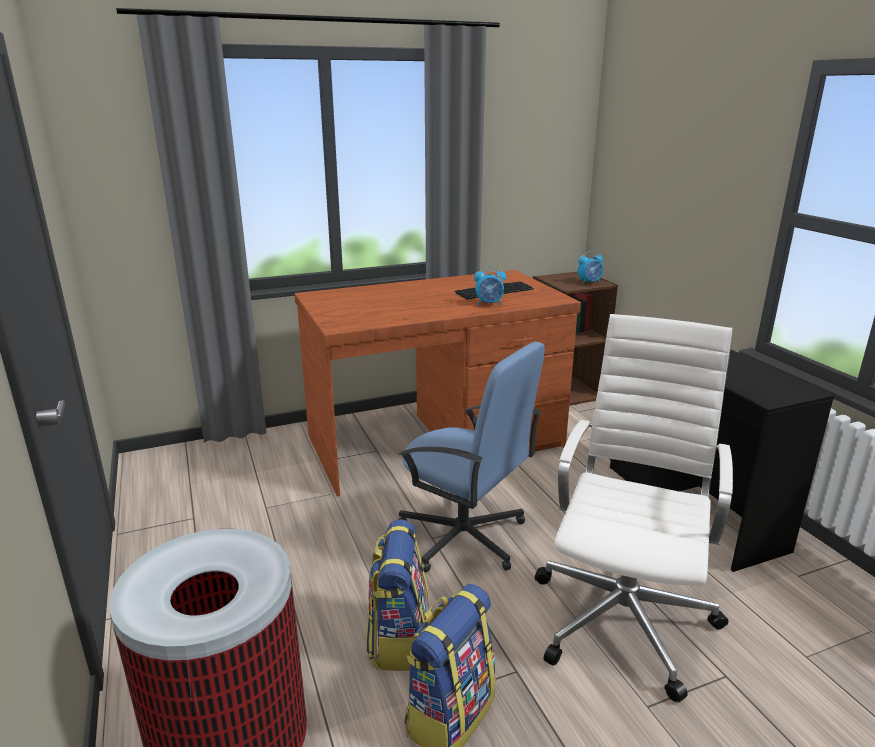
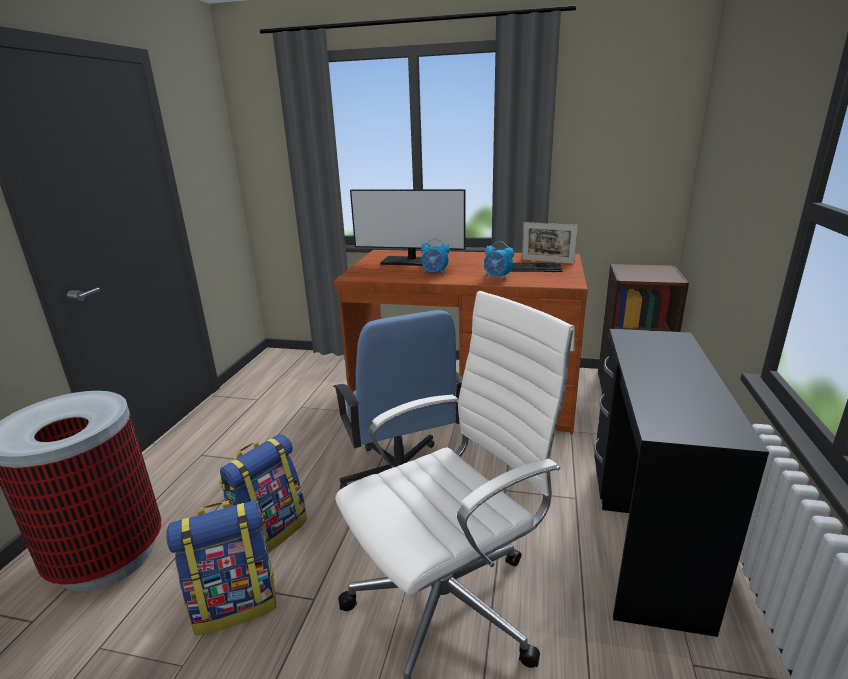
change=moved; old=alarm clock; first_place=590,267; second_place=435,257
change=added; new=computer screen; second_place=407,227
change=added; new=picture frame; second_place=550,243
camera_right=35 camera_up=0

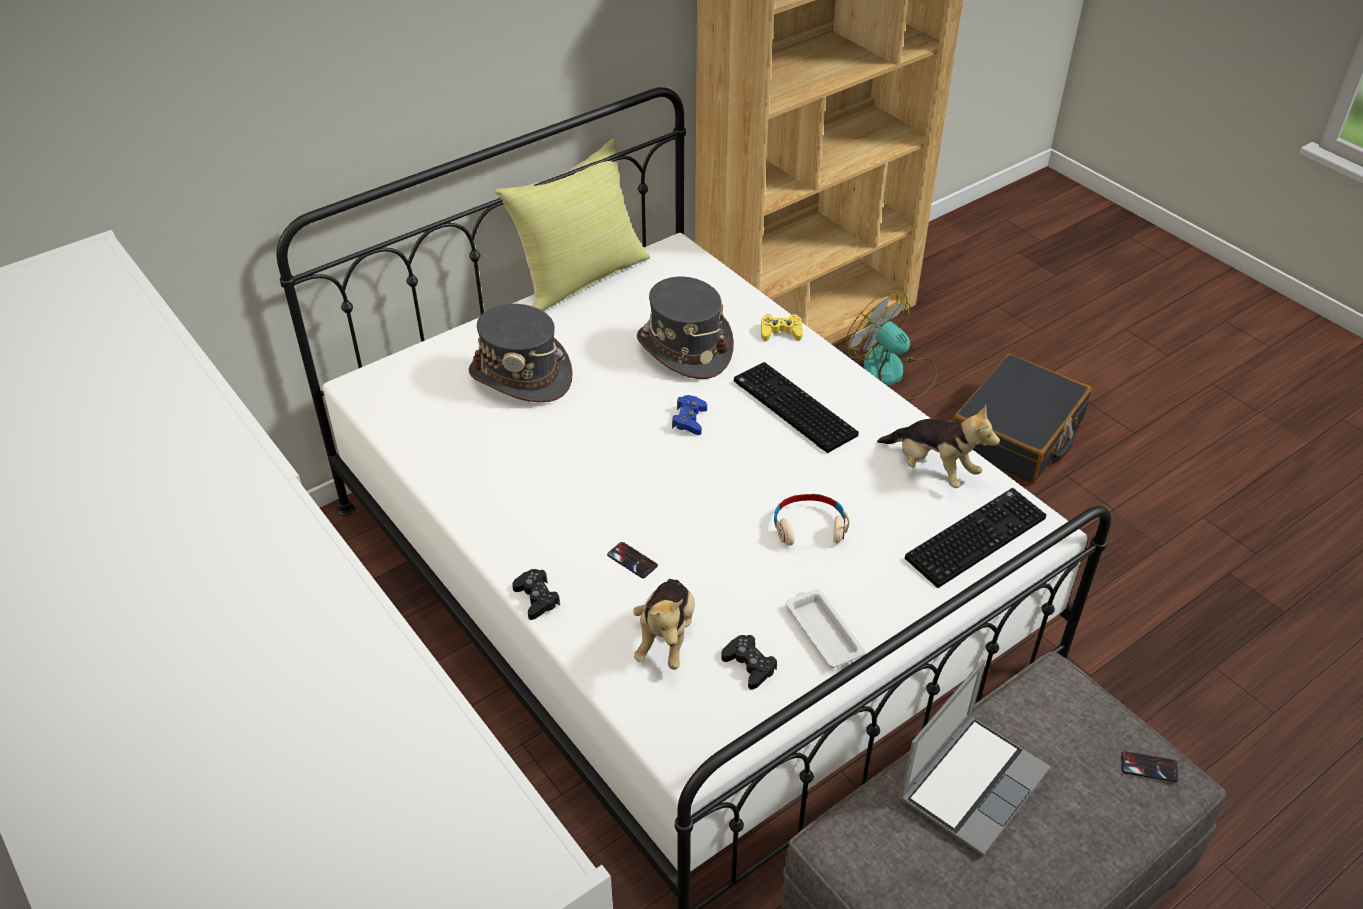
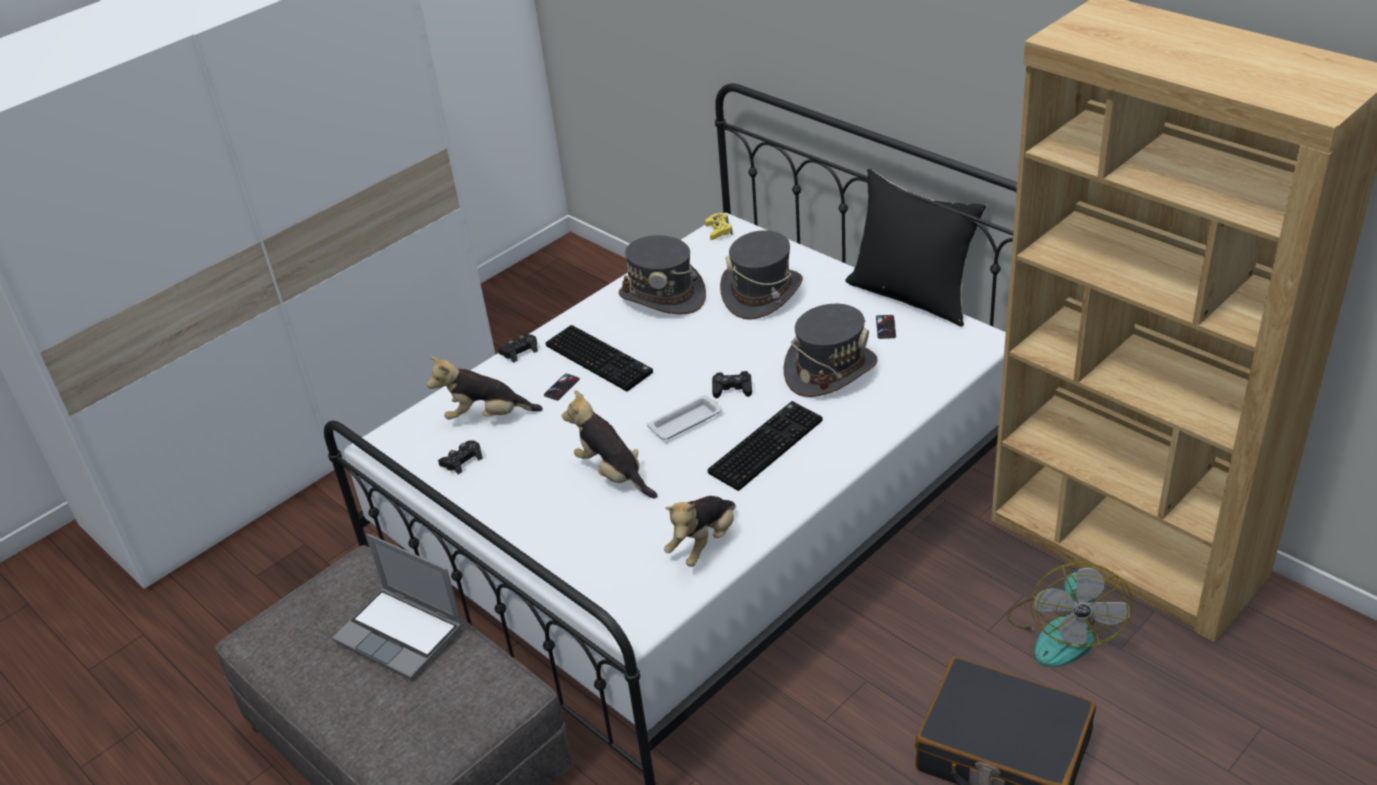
change=recoloured; old=pillow (yellow); new=pillow (black); first_place=573,225; second_place=915,248
change=turned; old=fan; first_place=891,345; second_place=1070,614; degrees=150
change=moved; old=game controller (yellow); first_place=782,327; second_place=719,226
change=recoloured; old=game controller (bluish); new=game controller (black); first_place=689,415; second_place=732,384
change=moved; old=computer keyboard; first_place=975,538; second_place=599,358
change=replaced; old=headset (sand-coloured); new=cuddly toy; first_place=812,519; second_place=610,444
change=moved; old=serving tray (white); first_place=825,628; second_place=684,417
change=moved; old=handset; first_place=1150,766; second_place=886,327
change=added; new=clothing hat (gray); second_place=662,274
camera_right=85 camera_up=-5

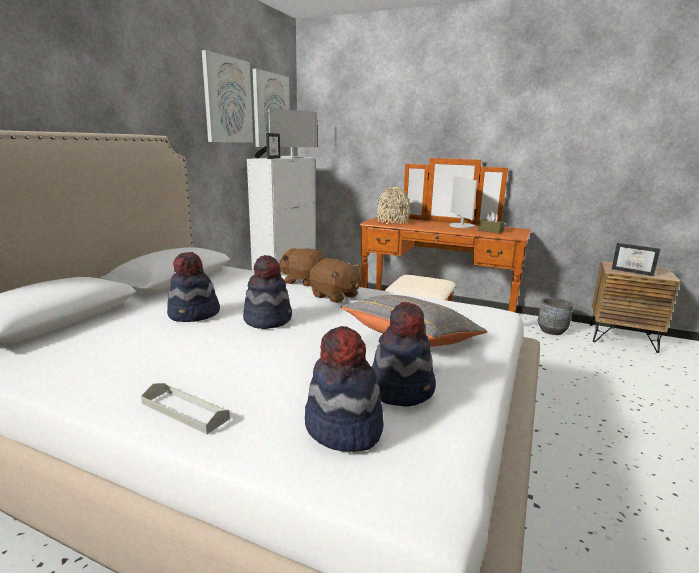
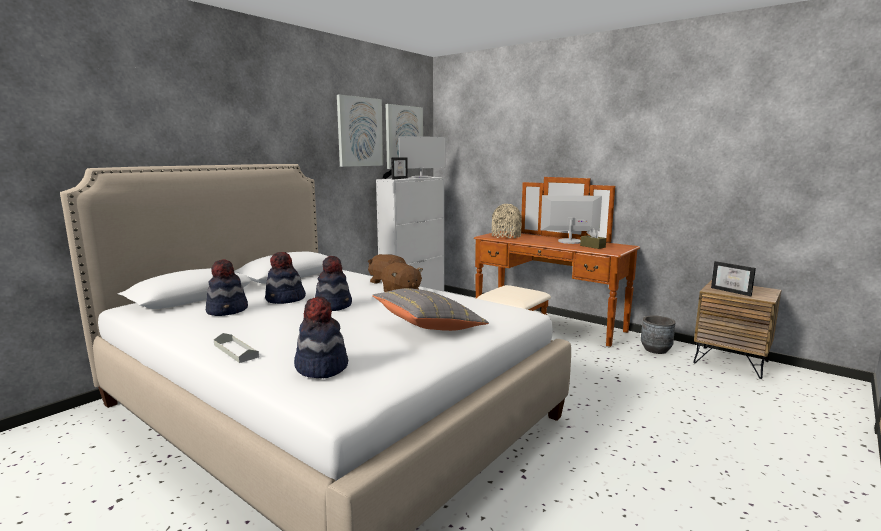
change=turned; old=computer screen; first_place=463,202; second_place=571,219; degrees=90
change=moved; old=clothing hat; first_place=404,354; second_place=227,287
camera_right=15 camera_up=-5

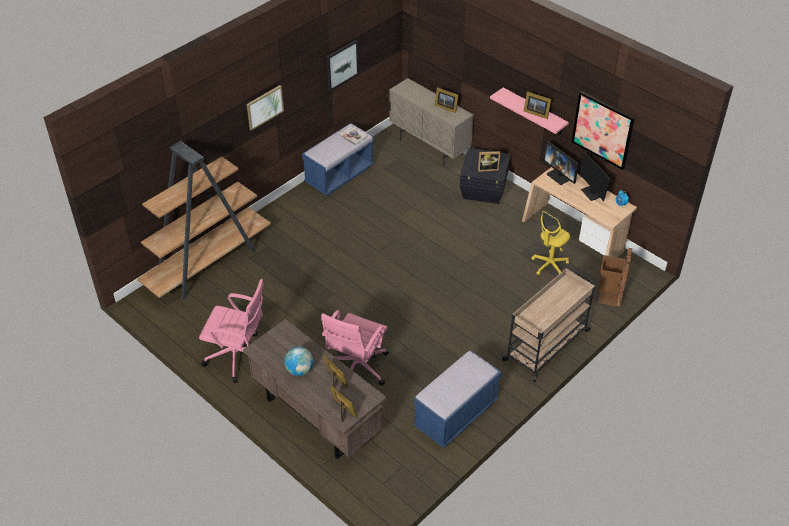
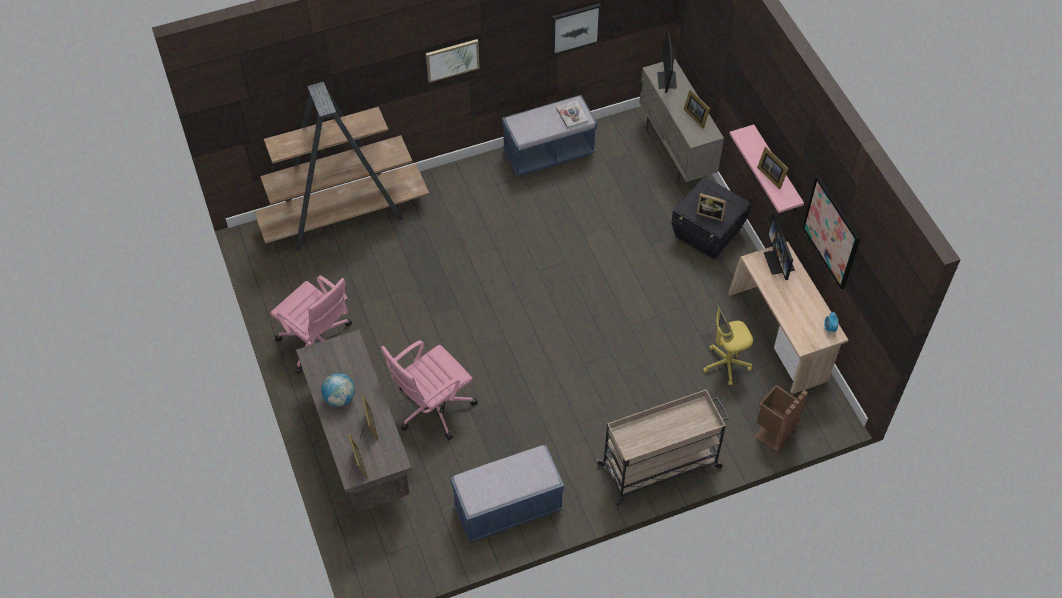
change=moved; old=computer screen; first_place=594,176; second_place=667,62
camera_right=25 camera_up=10

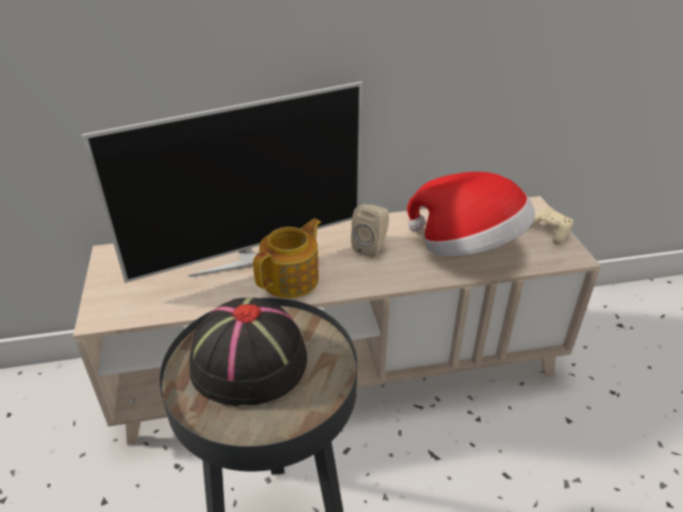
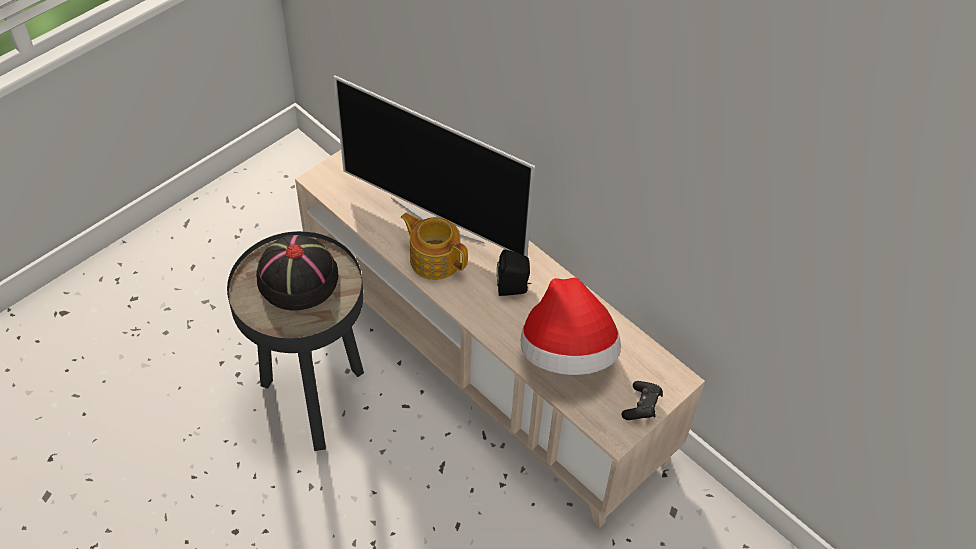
change=recoloured; old=speaker (sand-coloured); new=speaker (black); first_place=370,231; second_place=514,273
change=recoloured; old=game controller (sand-coloured); new=game controller (black); first_place=552,226; second_place=642,400
change=turned; old=tea pot; first_place=287,258; second_place=434,246; degrees=-150
camera_right=55 camera_up=15

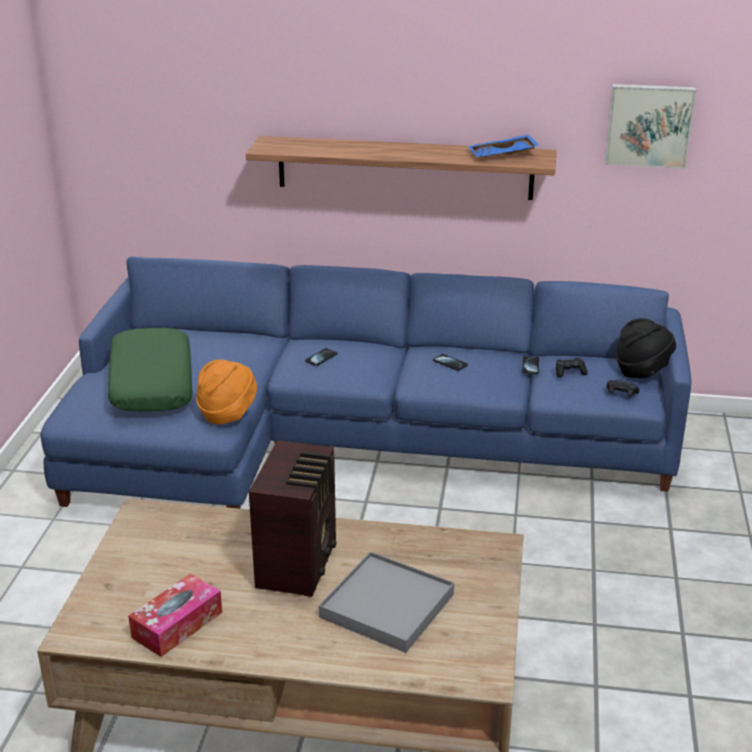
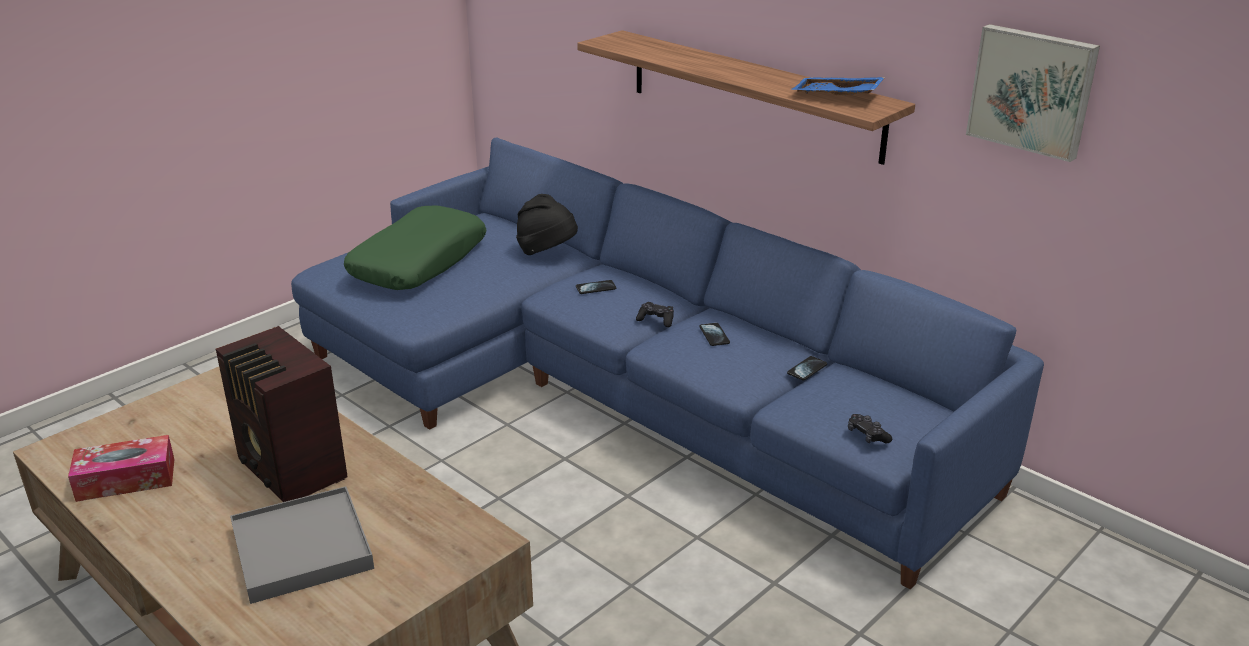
change=moved; old=clothing hat (black); first_place=646,348; second_place=547,224
change=moved; old=game controller (black); first_place=572,368; second_place=655,314
change=removed; old=clothing hat (orangey); first_place=226,392
change=turned; old=radio; first_place=292,518; second_place=281,414; degrees=90
camera_right=35 camera_up=0

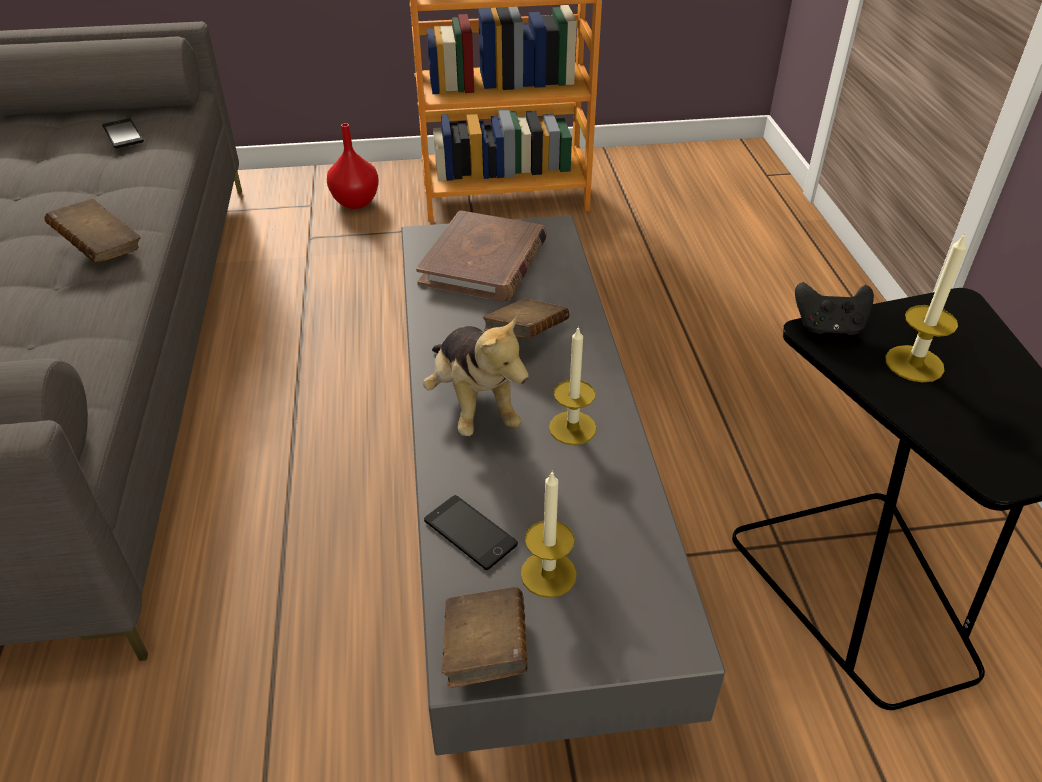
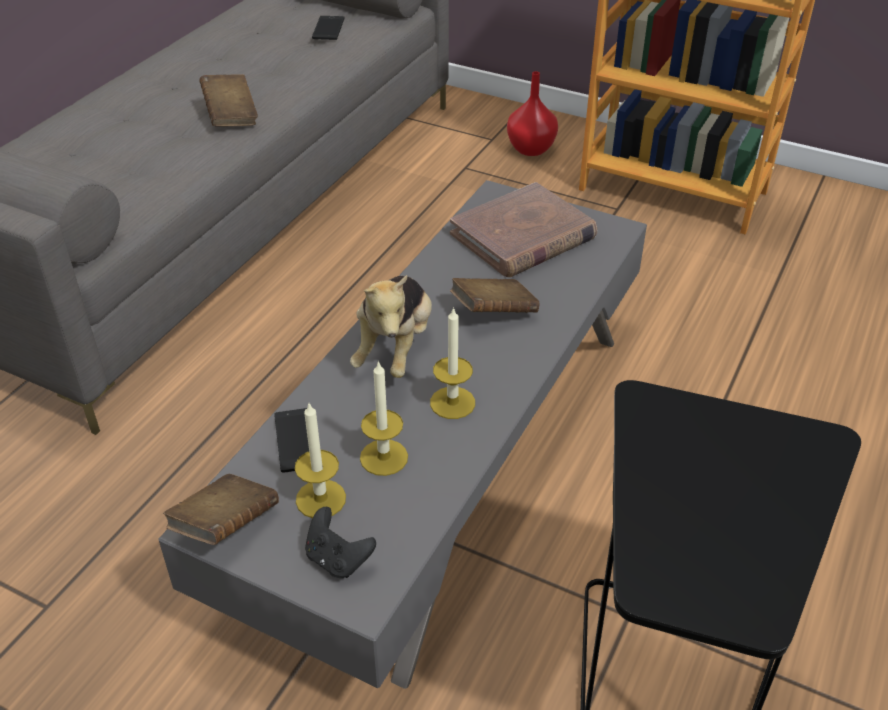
change=moved; old=candle; first_place=926,308; second_place=384,418
change=moved; old=game controller (black); first_place=834,309; second_place=340,542
camera_right=35 camera_up=0

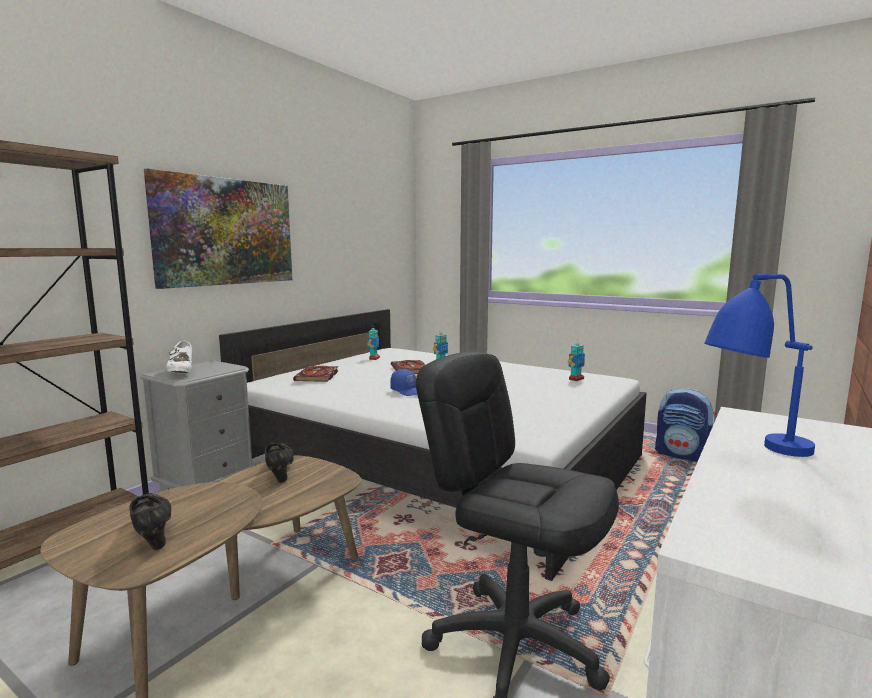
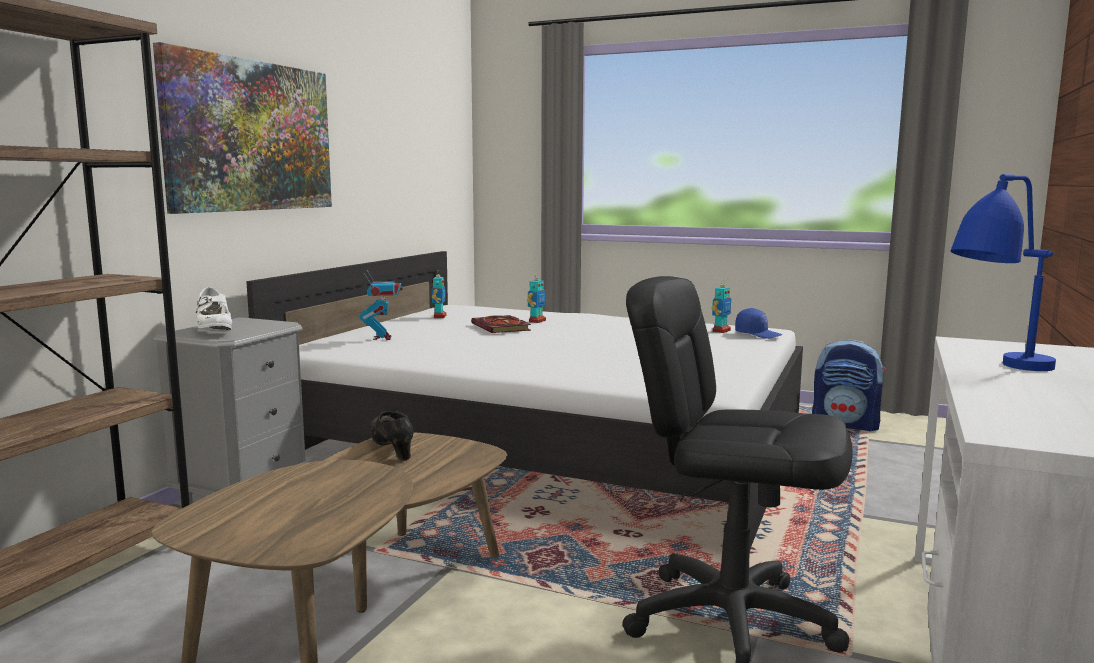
change=replaced; old=volume; new=toy robot; first_place=316,374; second_place=381,305
change=moved; old=cap (bluish); first_place=403,382; second_place=758,323
change=removed; old=item of footwear (black); first_place=150,521
camera_right=-10 camera_up=0

